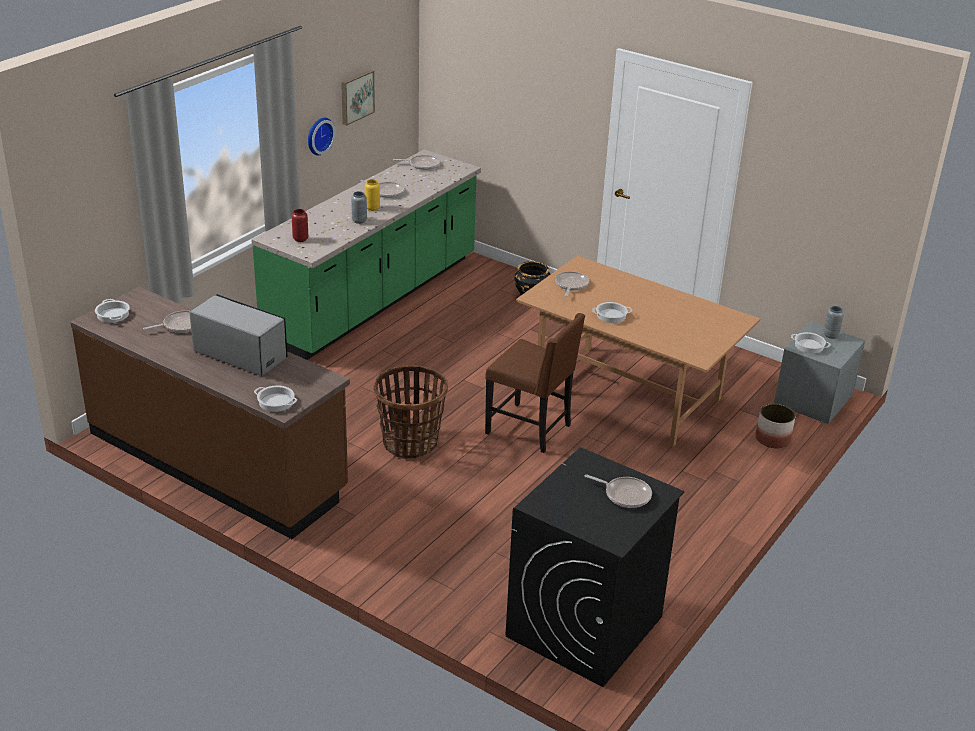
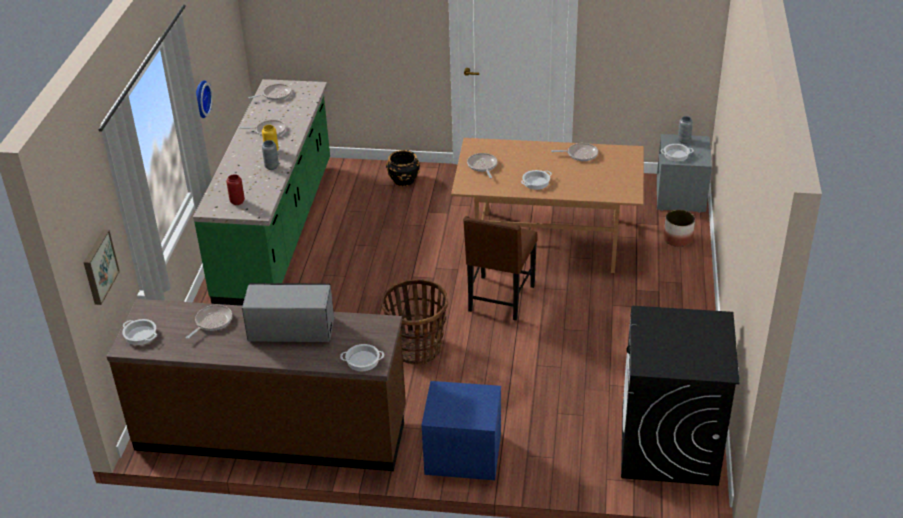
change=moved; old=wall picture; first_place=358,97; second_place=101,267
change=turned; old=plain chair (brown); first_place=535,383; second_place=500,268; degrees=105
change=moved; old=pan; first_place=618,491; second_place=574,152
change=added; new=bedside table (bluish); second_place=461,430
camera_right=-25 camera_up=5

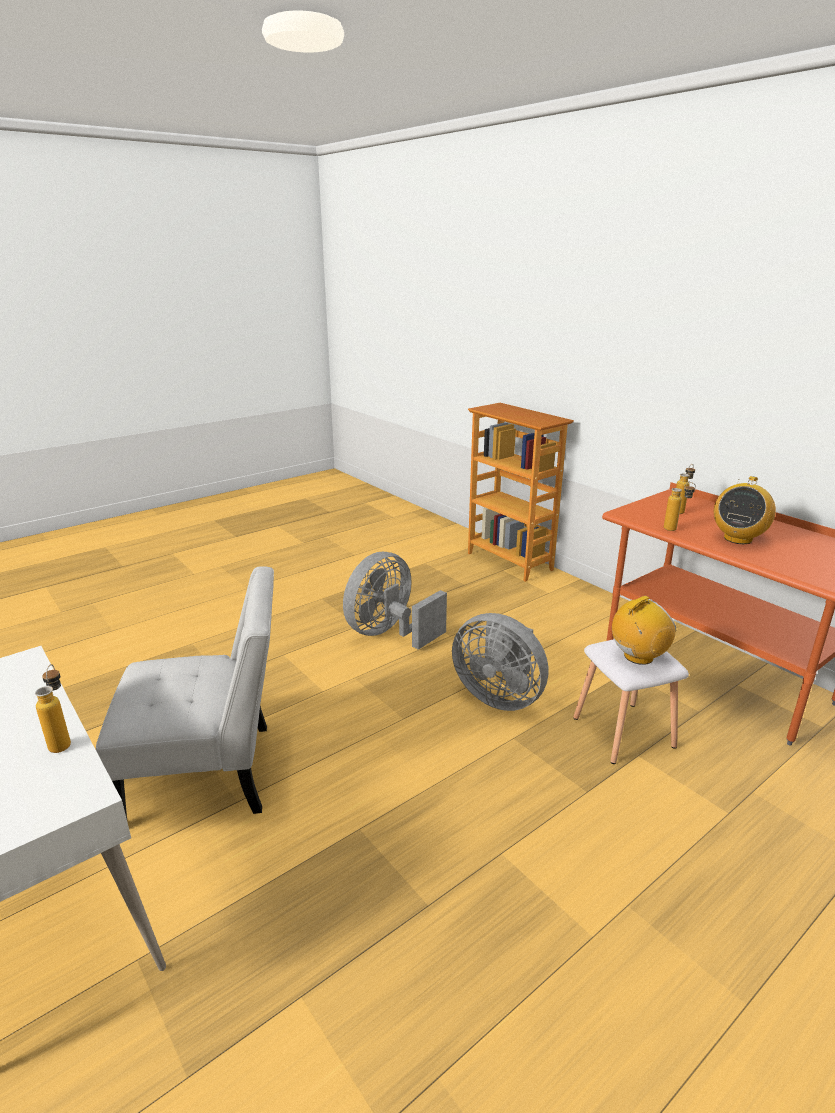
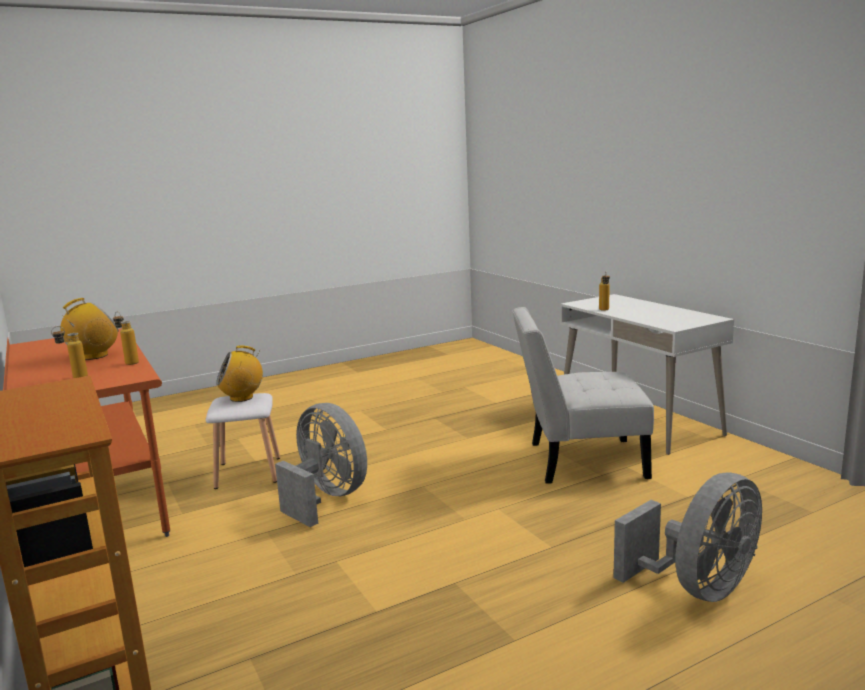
change=moved; old=fan (gray); first_place=395,601; second_place=688,537
camera_right=-170 camera_up=-10

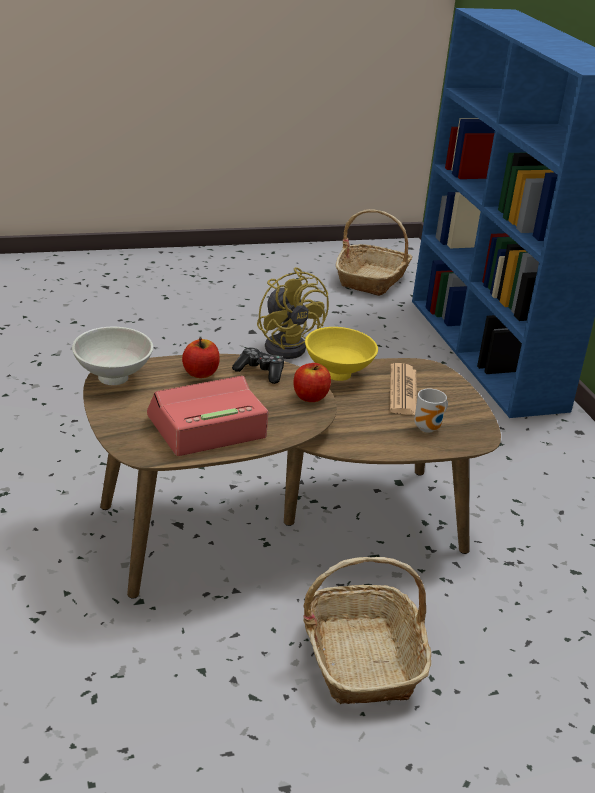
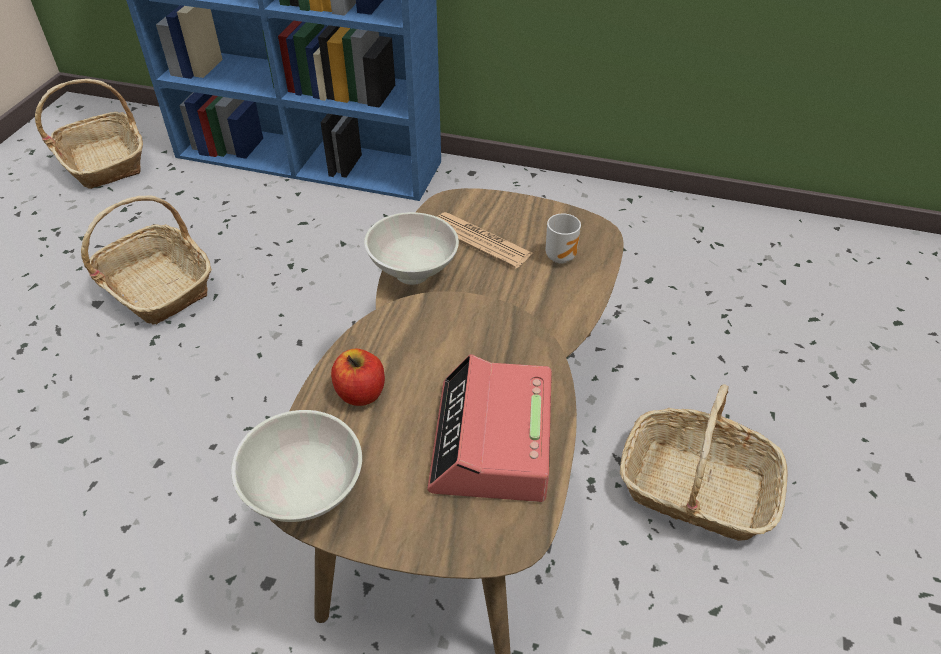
change=replaced; old=fan (yellow); new=basket; first_place=293,313; second_place=146,259
change=recoloured; old=serving bowl (yellow); new=serving bowl (white); first_place=341,354; second_place=411,248
change=removed; old=game controller; first_place=258,365
change=removed; old=whole apple; first_place=312,382
camera_right=-55 camera_up=15

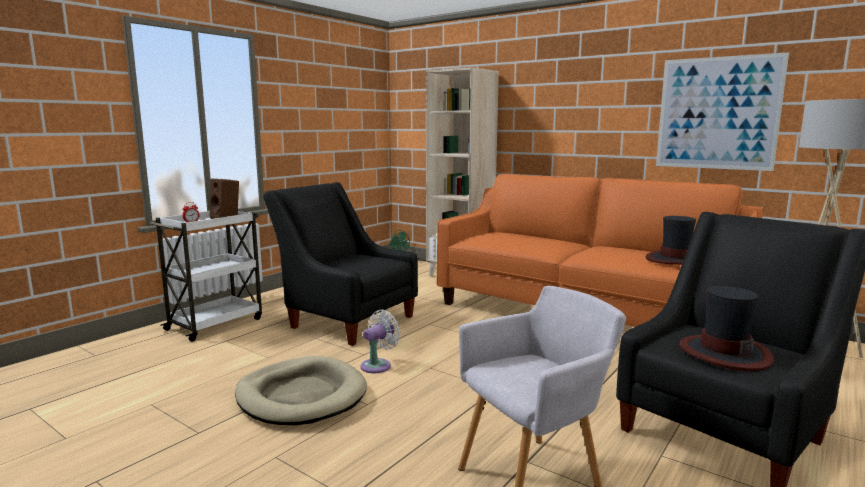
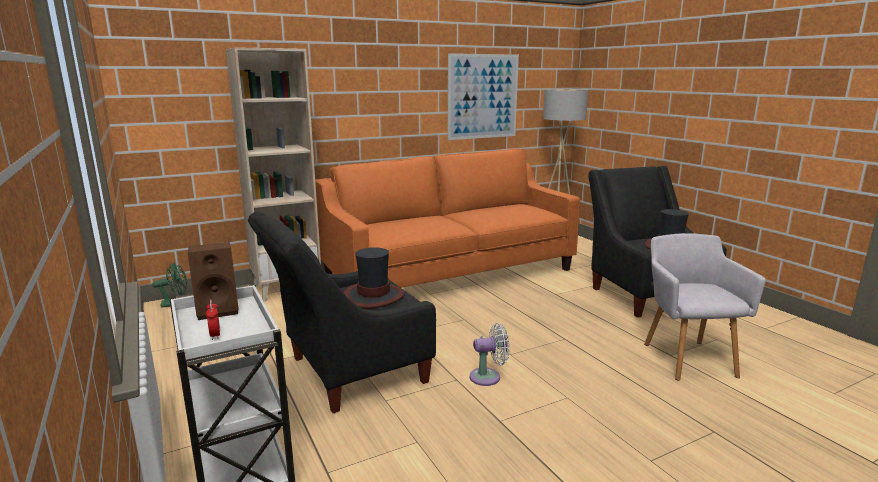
change=moved; old=clothing hat; first_place=670,240; second_place=374,278
change=turned; old=fan (white); first_place=381,341; second_place=490,354; degrees=105
change=removed; old=dog bed (sand-coloured); first_place=301,390
camera_right=-65 camera_up=5

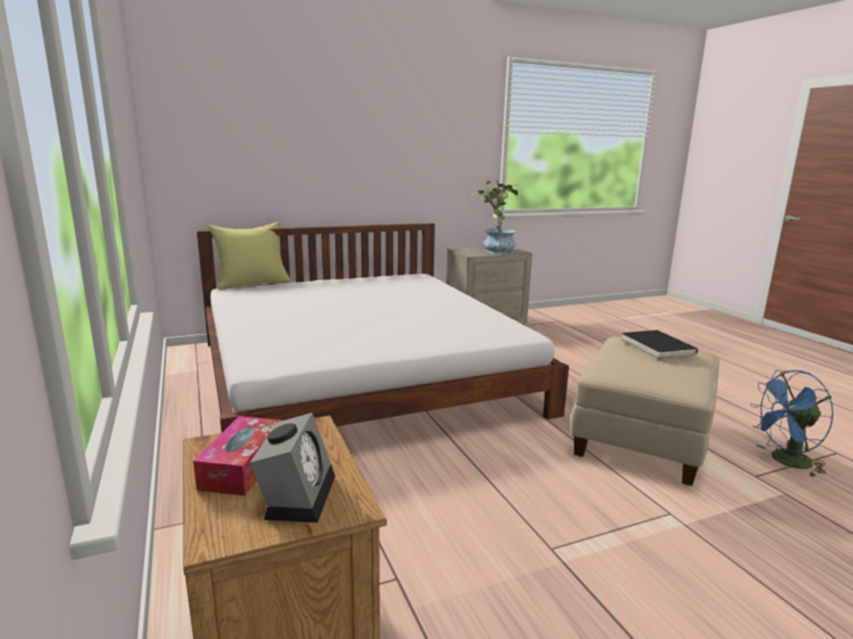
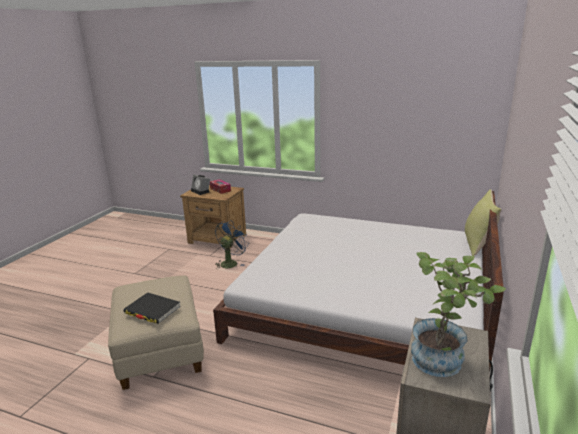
change=moved; old=fan (bluish); first_place=791,423; second_place=232,244
camera_right=135 camera_up=5

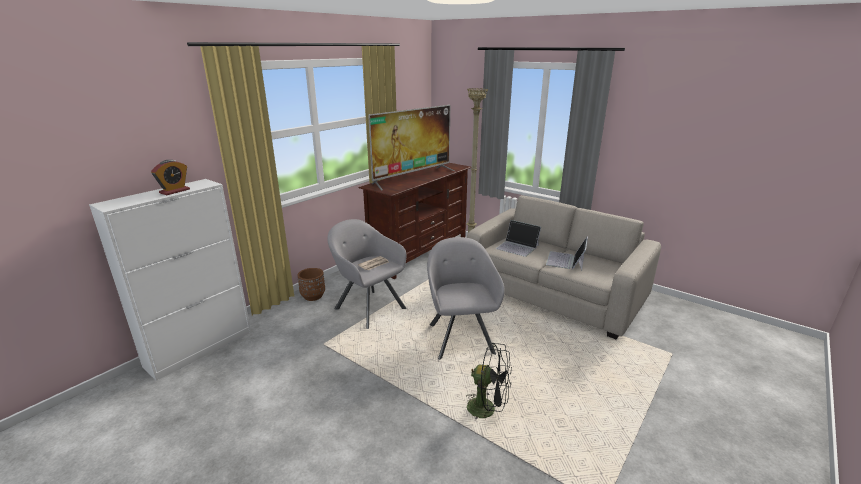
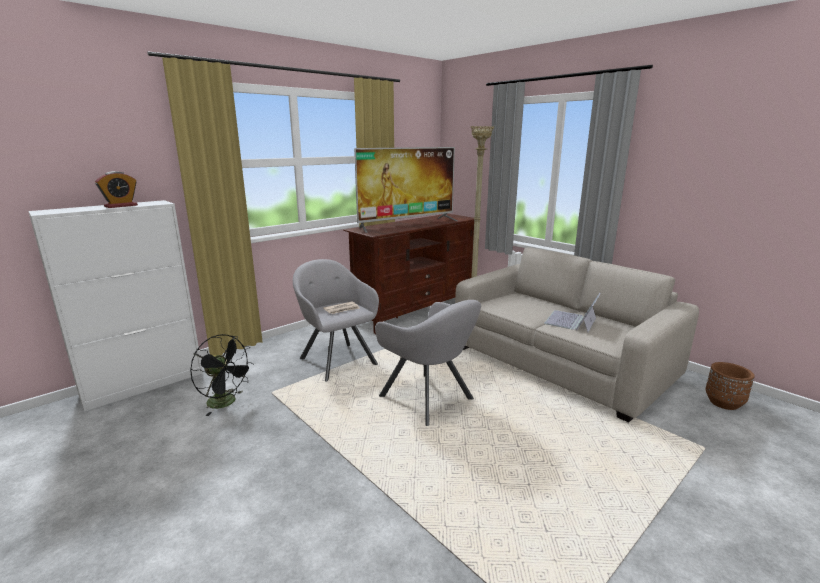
change=removed; old=laptop; first_place=518,238
change=turned; old=easy chair (gray); first_place=466,298; second_place=428,363; degrees=135
change=moved; old=plant pot (brown); first_place=311,284; second_place=730,386
change=moved; old=fan (black); first_place=489,381; second_place=222,375
camera_right=10 camera_up=-5

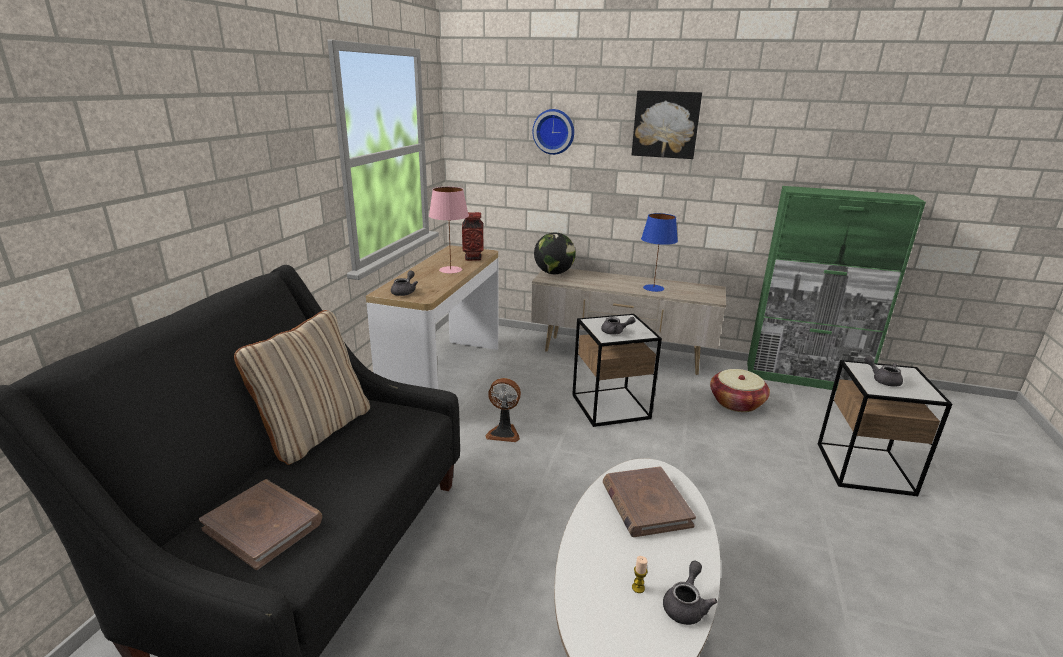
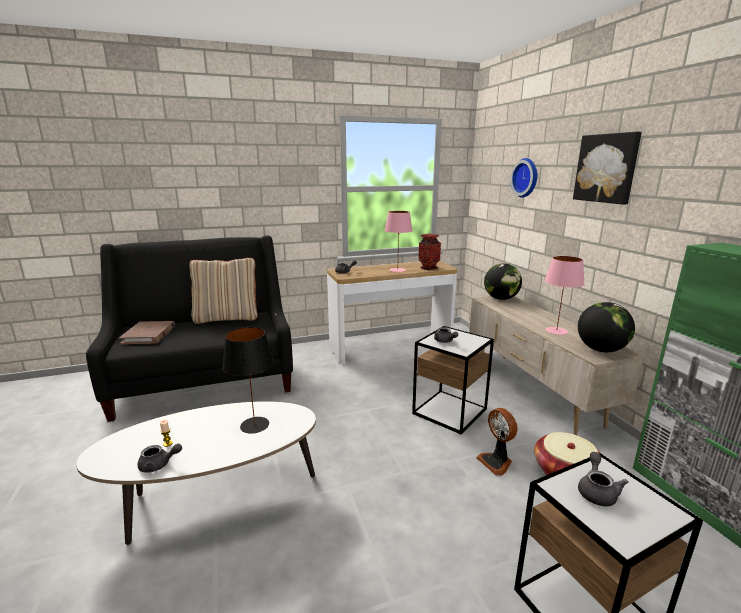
change=recoloured; old=lamp for a table (bluish); new=lamp for a table (pinkish); first_place=659,252; second_place=564,295
change=moved; old=fan; first_place=503,410; second_place=497,442
change=replaced; old=volume (brown); new=lamp for a table (black); first_place=649,501; second_place=248,380
change=added; new=desk globe; second_place=606,327
camera_right=55 camera_up=-5

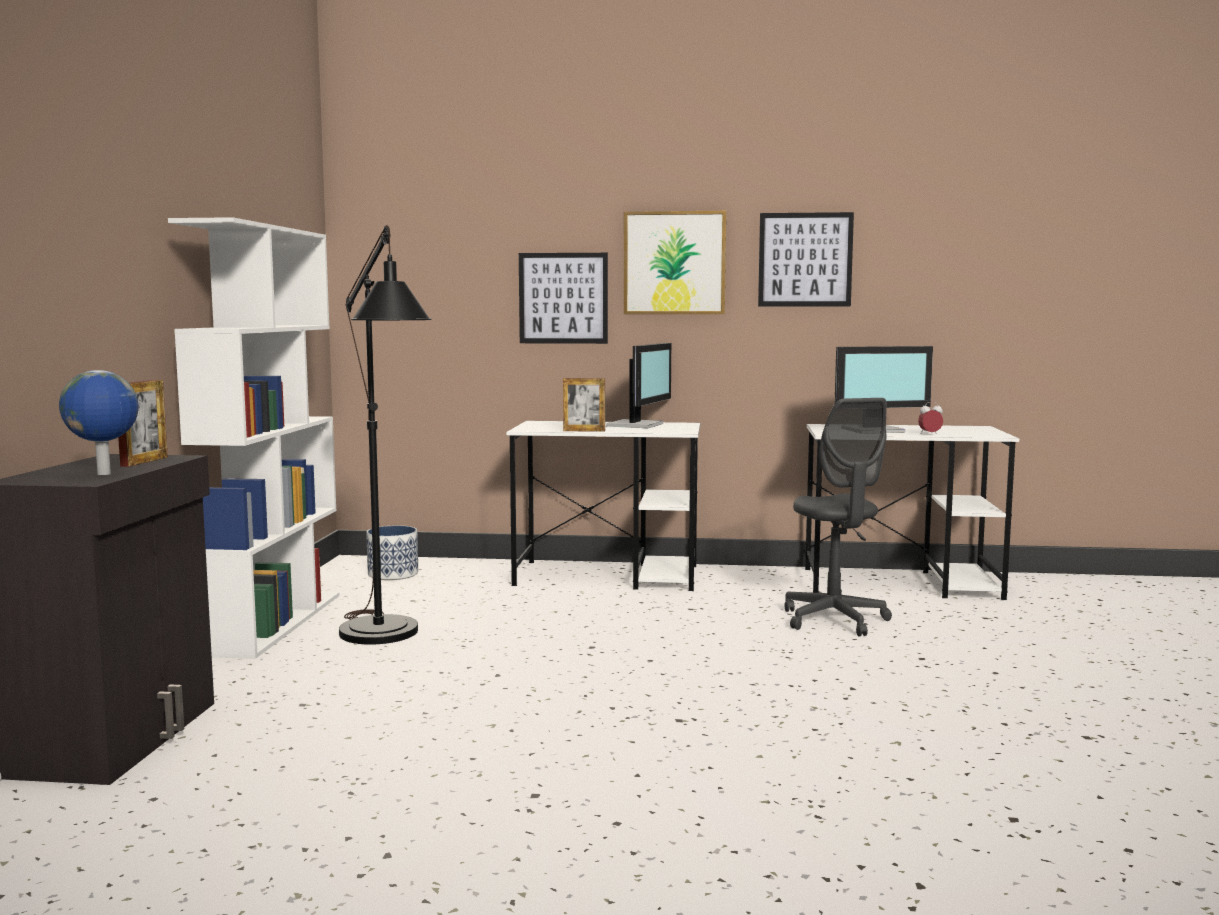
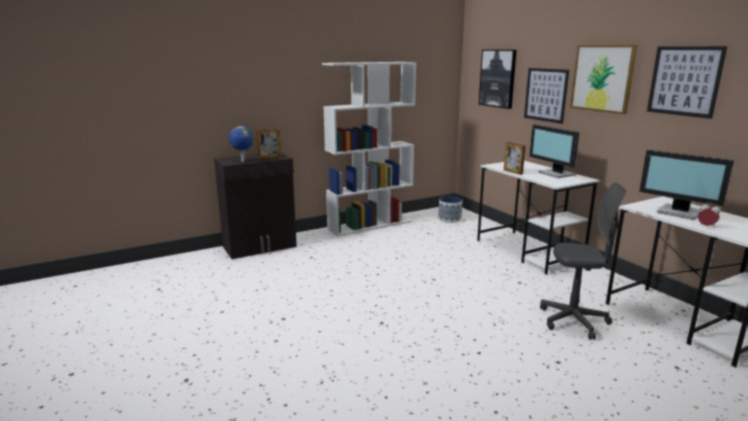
change=removed; old=standard lamp (black); first_place=385,435
change=turned; old=computer screen; first_place=638,385; second_place=554,151; degrees=75
change=turned; old=office chair (gray); first_place=838,517; second_place=583,261; degrees=-120
change=added; new=wall picture; second_place=498,79
camera_right=55 camera_up=10

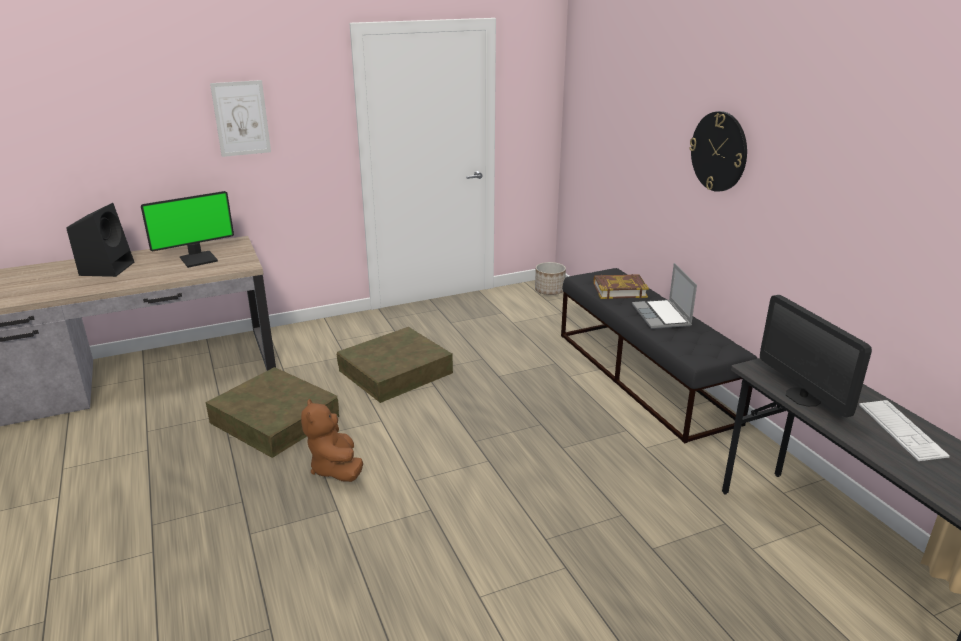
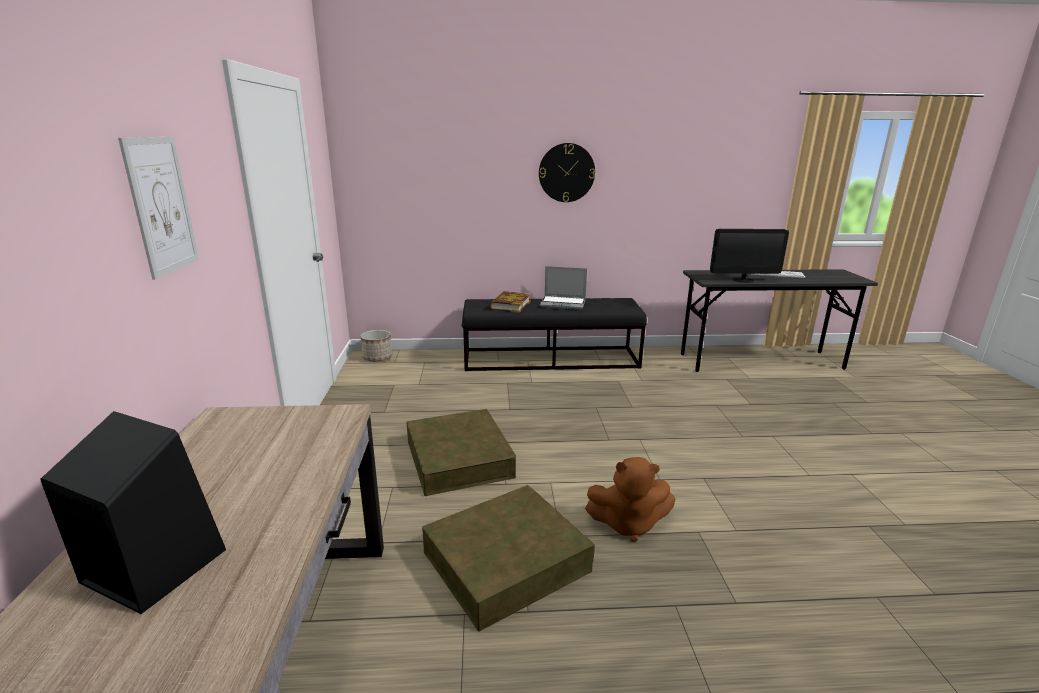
change=removed; old=computer screen; first_place=187,229
camera_right=-70 camera_up=-5

